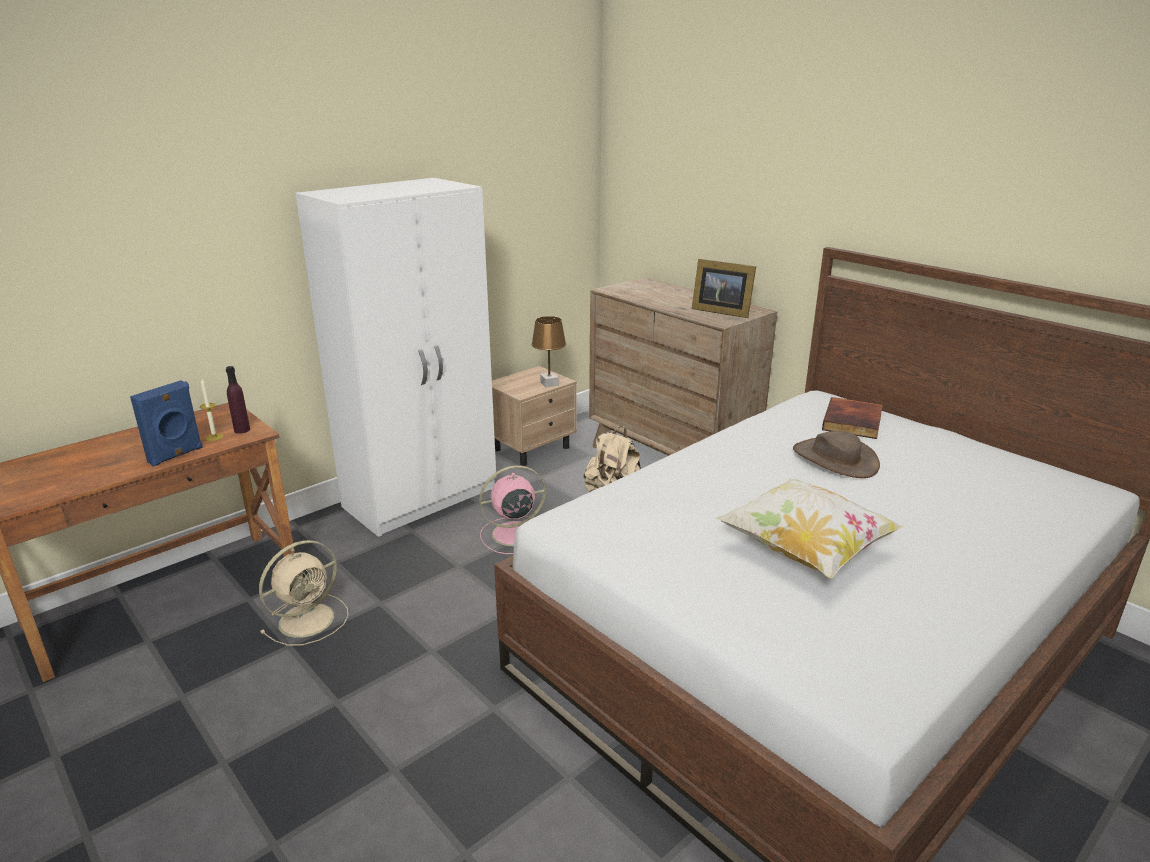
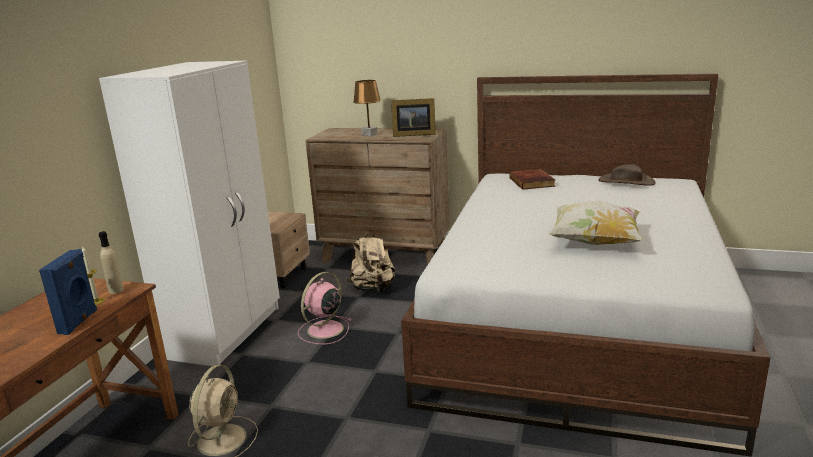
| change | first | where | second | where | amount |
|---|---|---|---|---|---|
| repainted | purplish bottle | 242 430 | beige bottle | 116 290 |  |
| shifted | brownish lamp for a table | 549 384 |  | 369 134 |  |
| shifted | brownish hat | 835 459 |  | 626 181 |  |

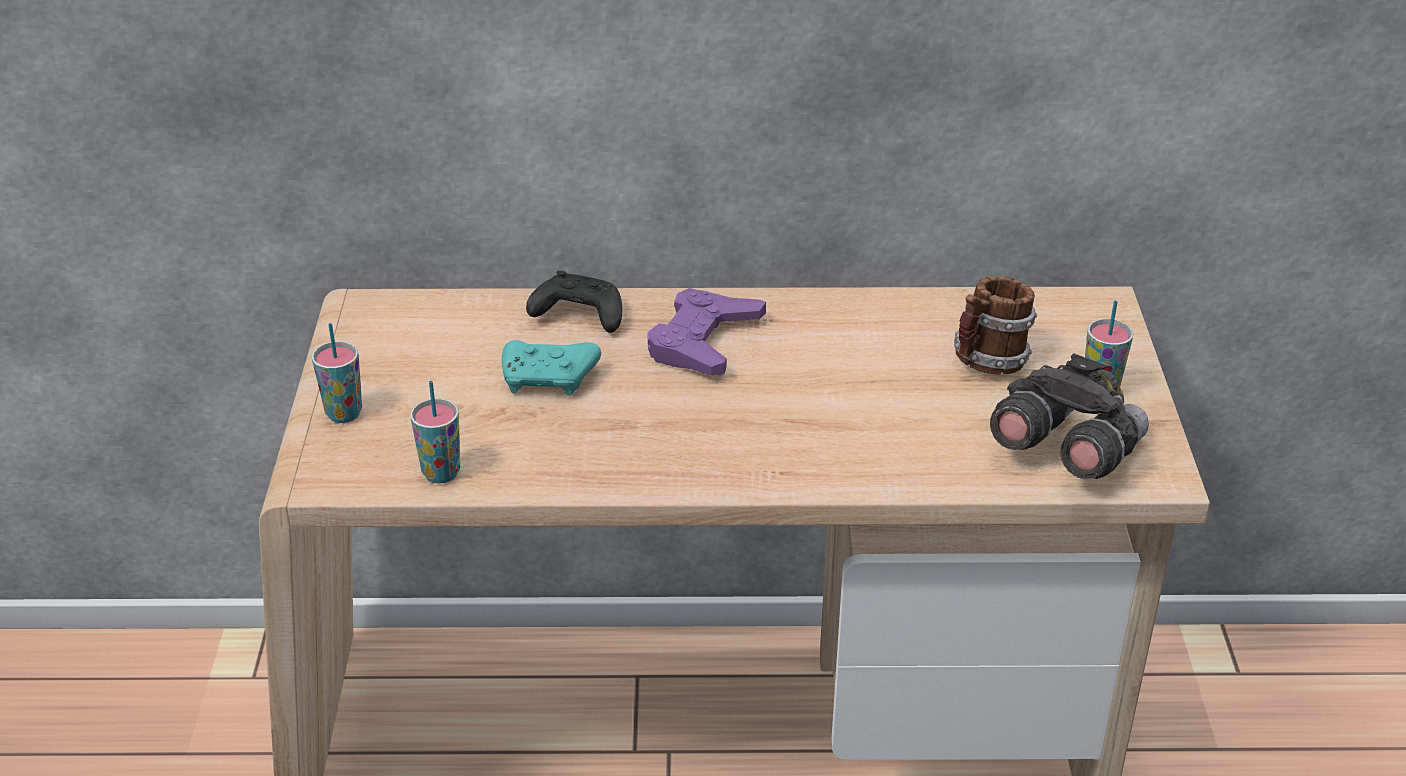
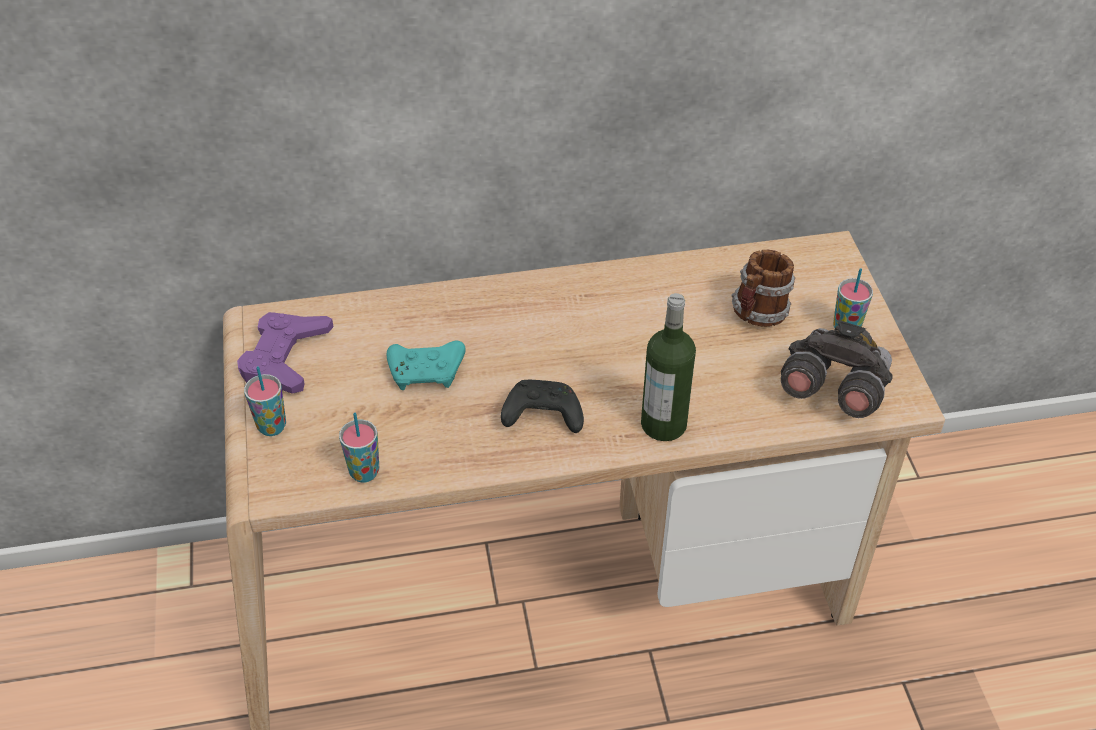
| change | first | where | second | where | amount |
|---|---|---|---|---|---|
| shifted | black-coloured game controller | 577 316 |  | 541 416 |  |
| shifted | purplish game controller | 703 341 |  | 285 358 |  |
| new |  |  | bottle | 663 424 |  |

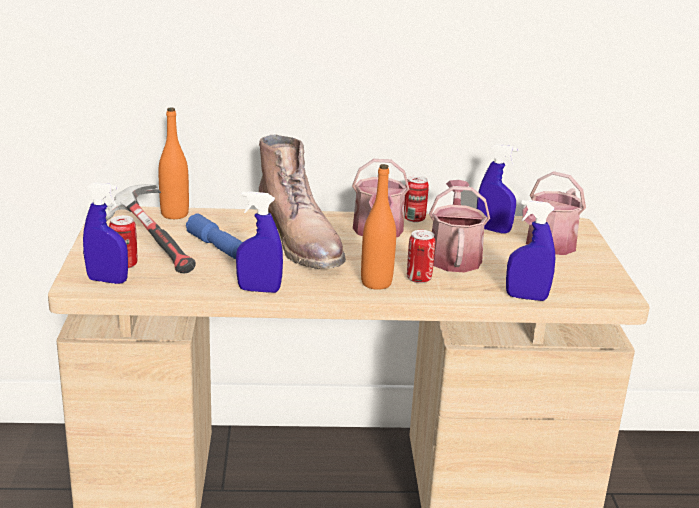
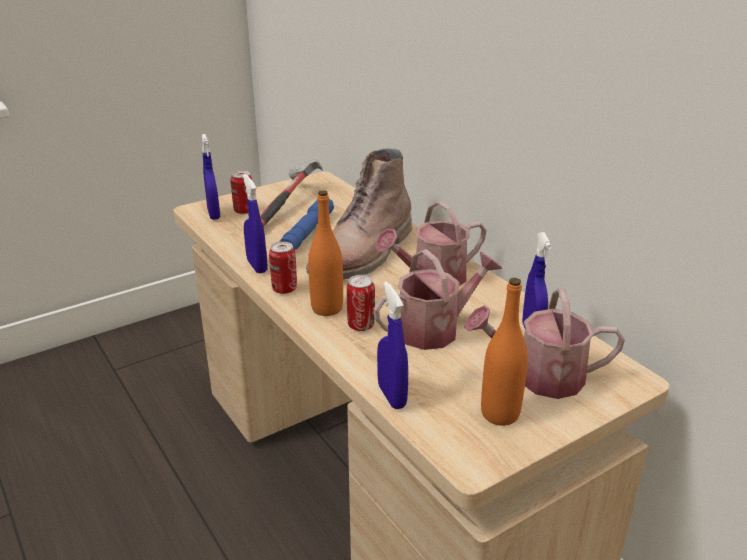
| change | first | where | second | where | amount |
|---|---|---|---|---|---|
| shifted | orangey bottle | 174 214 |  | 500 414 |  |
| shifted | metal can | 414 219 |  | 284 289 |  |

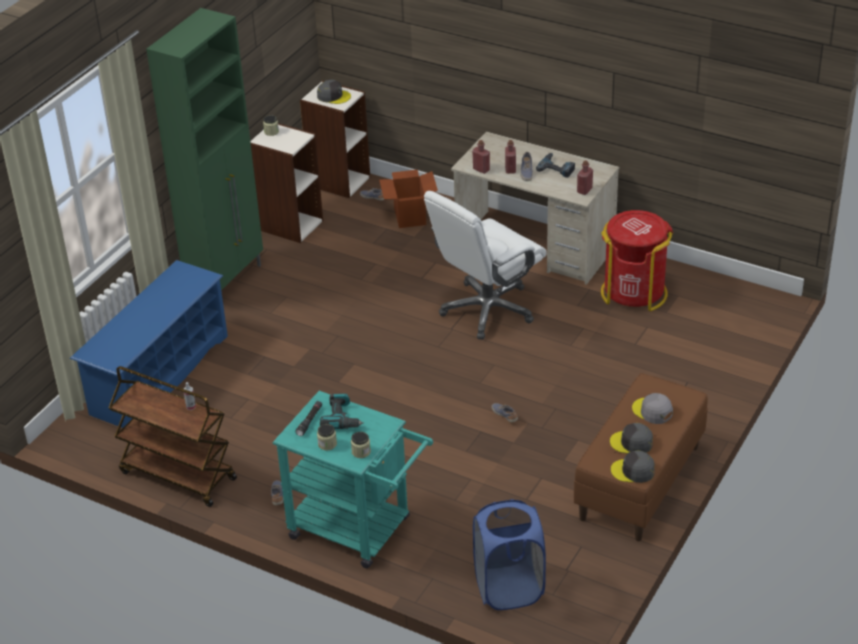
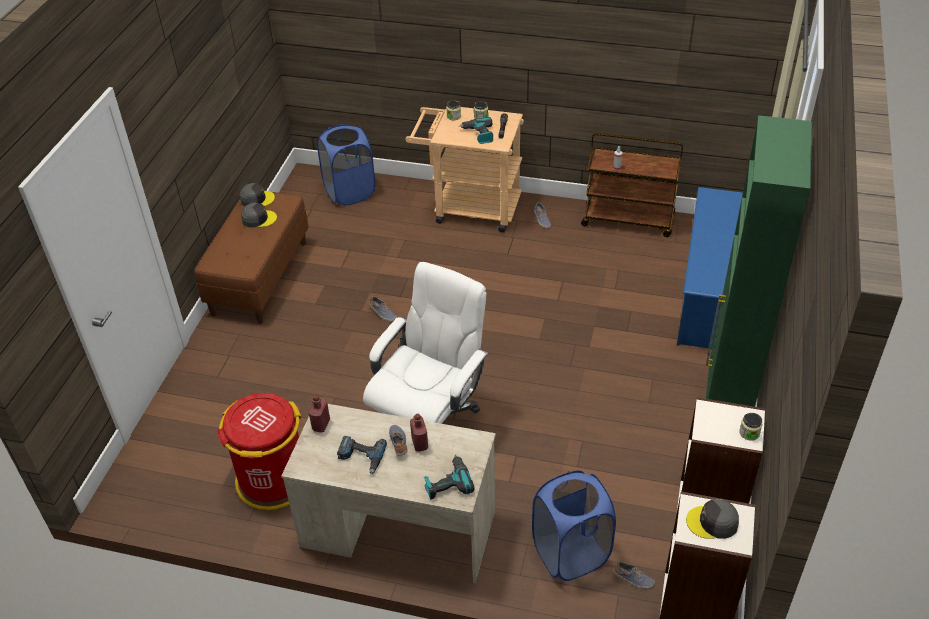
| change | first | where | second | where | amount |
|---|---|---|---|---|---|
| repainted | blue-green trolley | 359 530 | beige trolley | 469 208 |  |
| swapped | packing box | 410 216 | blue-coloured hamper | 570 553 |  |
| gone | red bottle | 481 169 |  |  |  |
| gone | grey cap | 652 411 |  |  |  |
| new |  |  | drill | 447 483 |  |

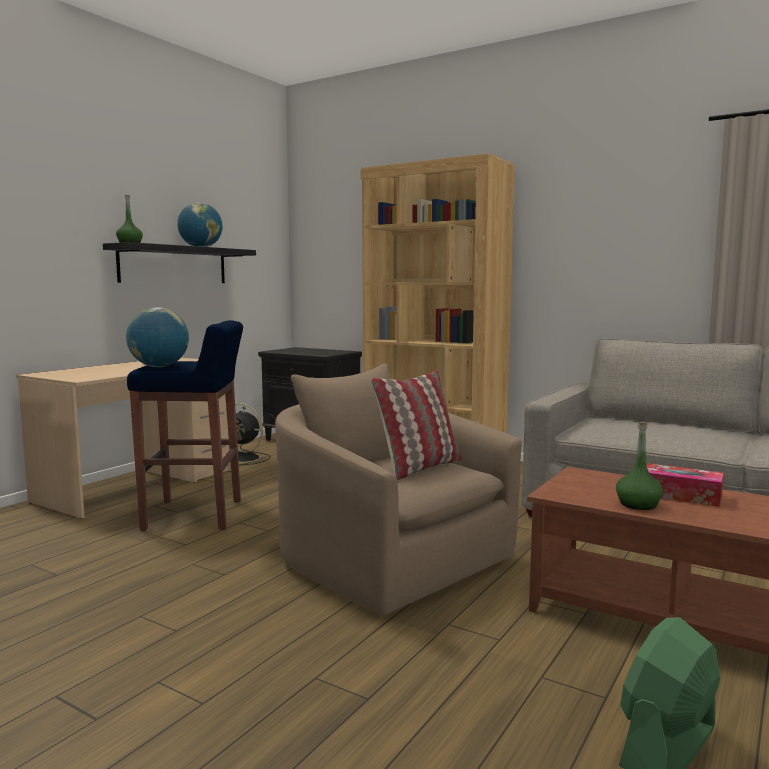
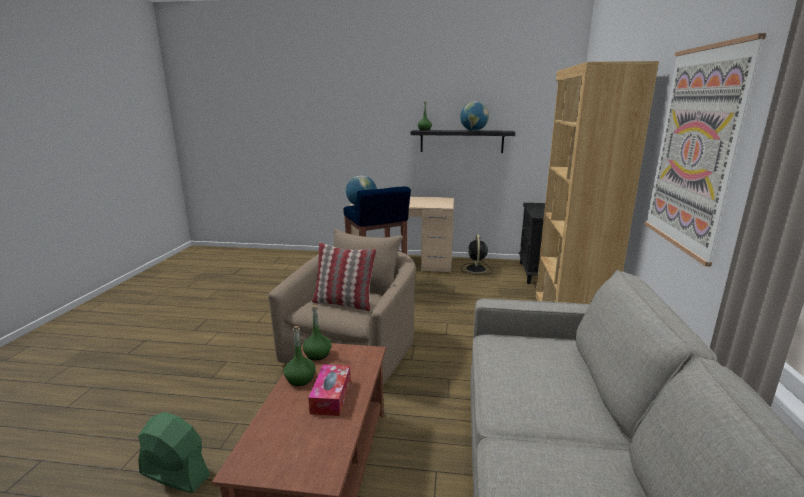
| change | first | where | second | where | amount |
|---|---|---|---|---|---|
| new |  |  | green bottle | 317 355 |  |
| new |  |  | wall picture | 694 150 |  |

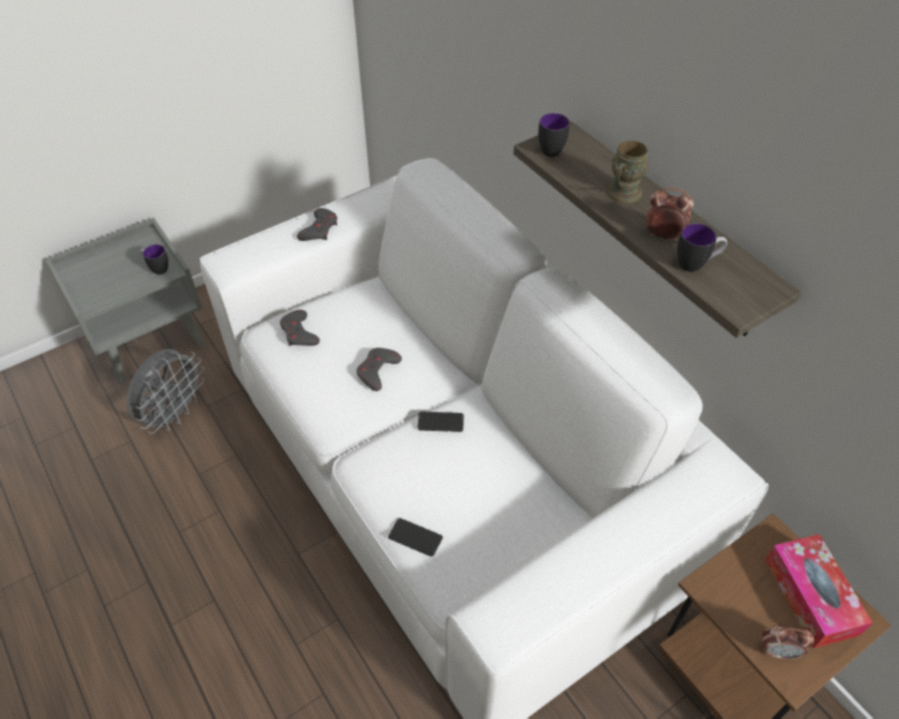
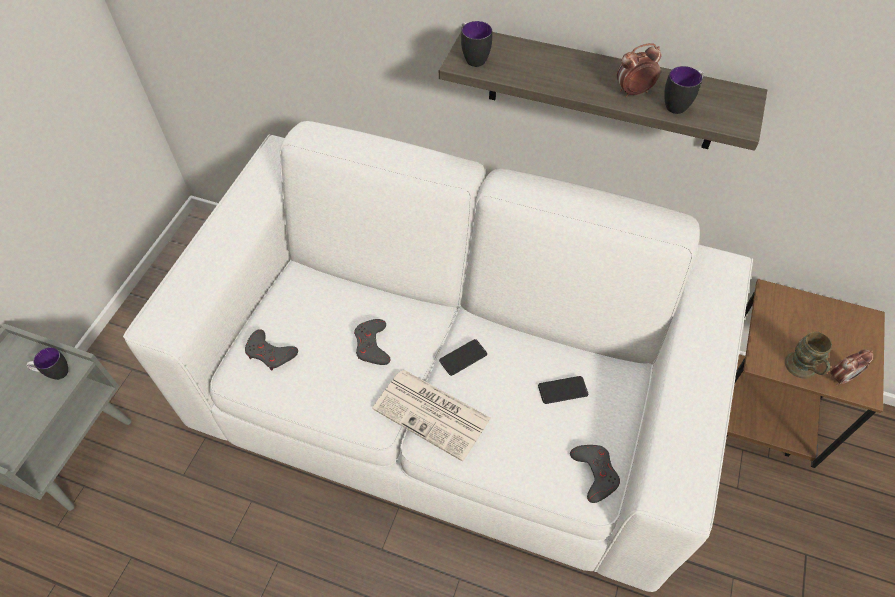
| change | first | where | second | where | amount |
|---|---|---|---|---|---|
| gone | grey fan | 175 414 |  |  |  |
| shifted | grey game controller | 319 229 |  | 594 473 |  |
| shifted | telephone | 415 537 |  | 562 390 |  |
| shifted | brownish tea mug | 621 196 |  | 802 370 |  |
| gone | box of tissues | 810 596 |  |  |  |
| new |  |  | printed paper | 433 414 |  |

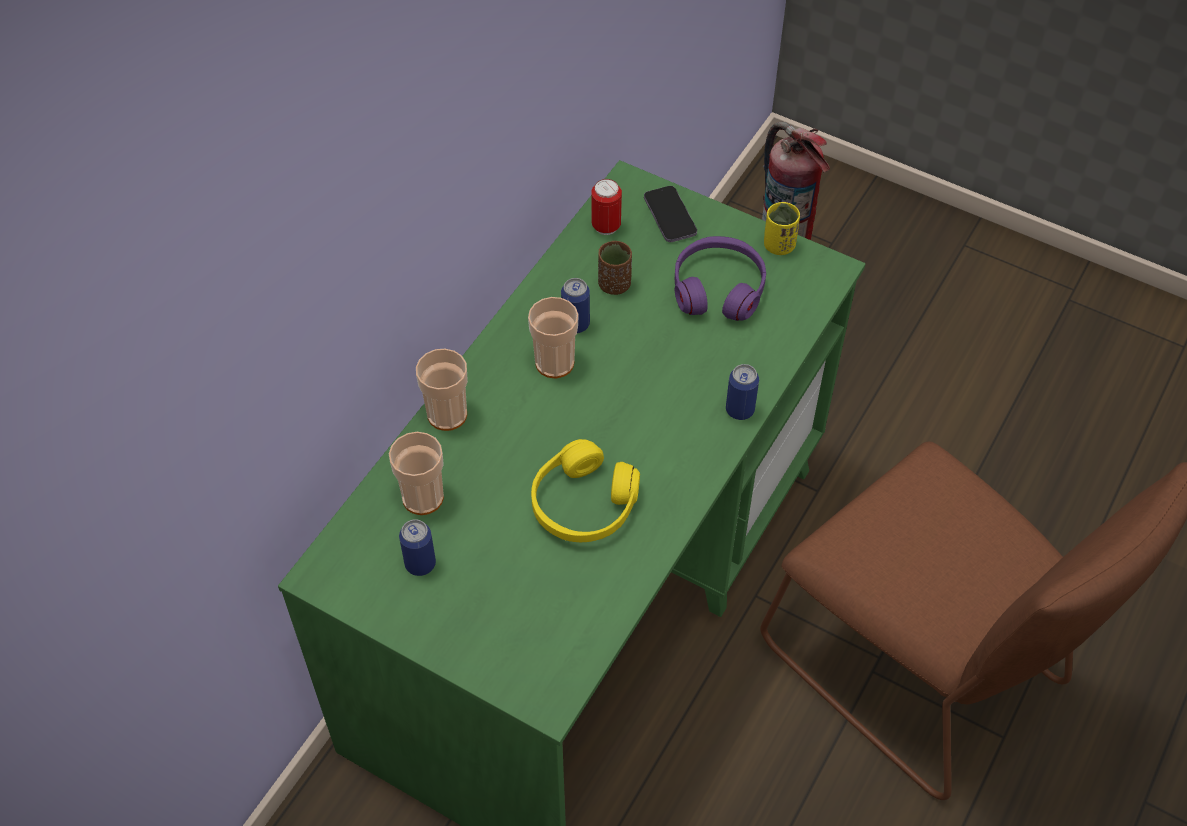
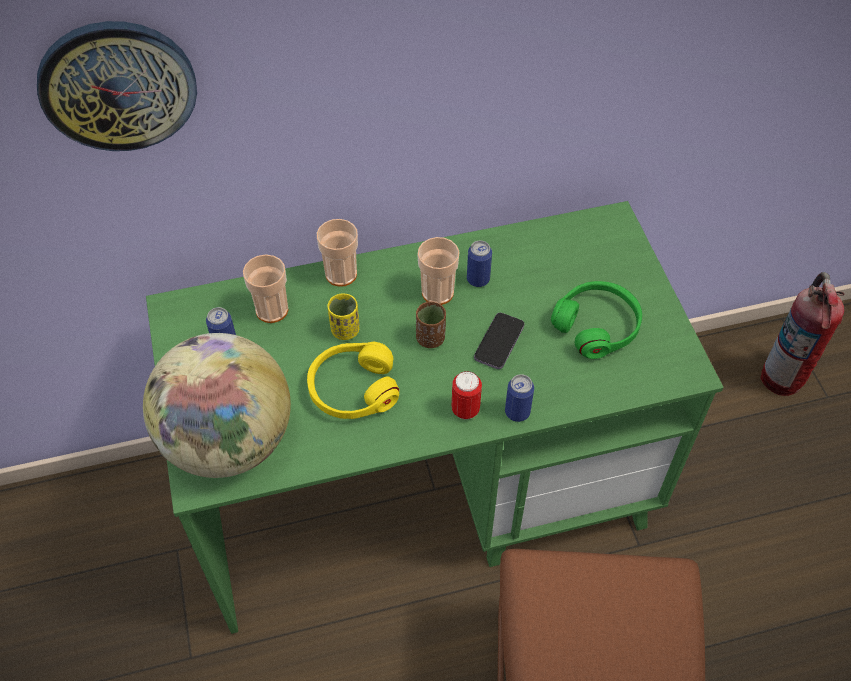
| change | first | where | second | where | amount |
|---|---|---|---|---|---|
| shifted | metal can | 606 226 |  | 465 410 |  |
| shifted | brownish small cup | 614 284 |  | 430 338 |  |
| shifted | telephone | 670 216 |  | 499 342 |  |
| repainted | purplish headset | 718 288 | green headset | 597 326 |  |
| shifted | yellowish small cup | 779 245 |  | 345 330 |  |
| new |  |  | hanging clock | 118 85 |  |
| new |  |  | desk globe | 228 441 |  |

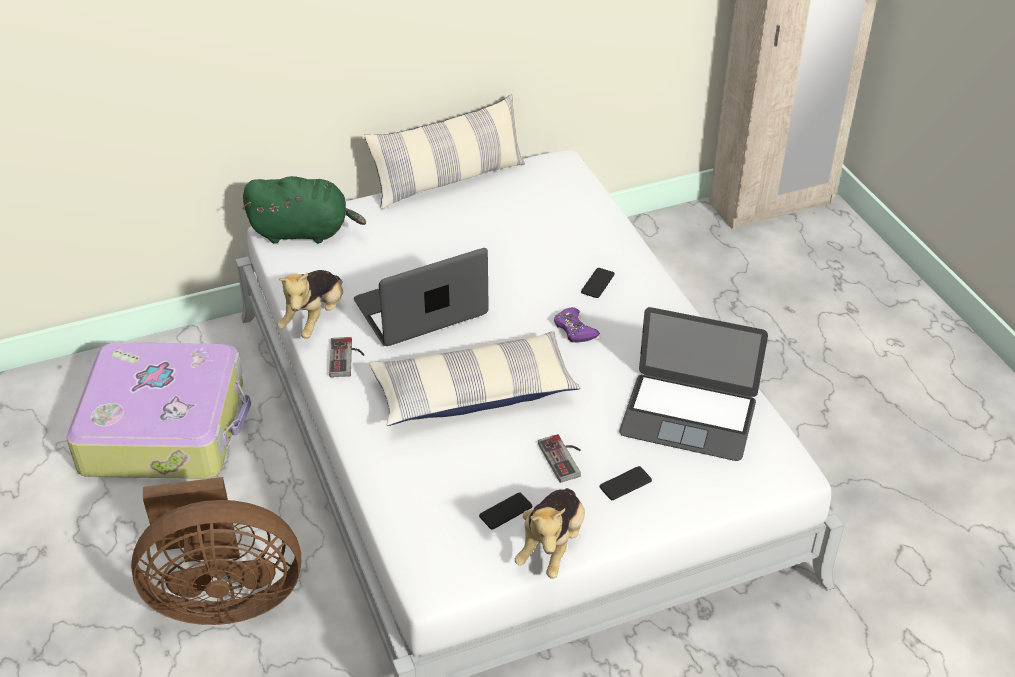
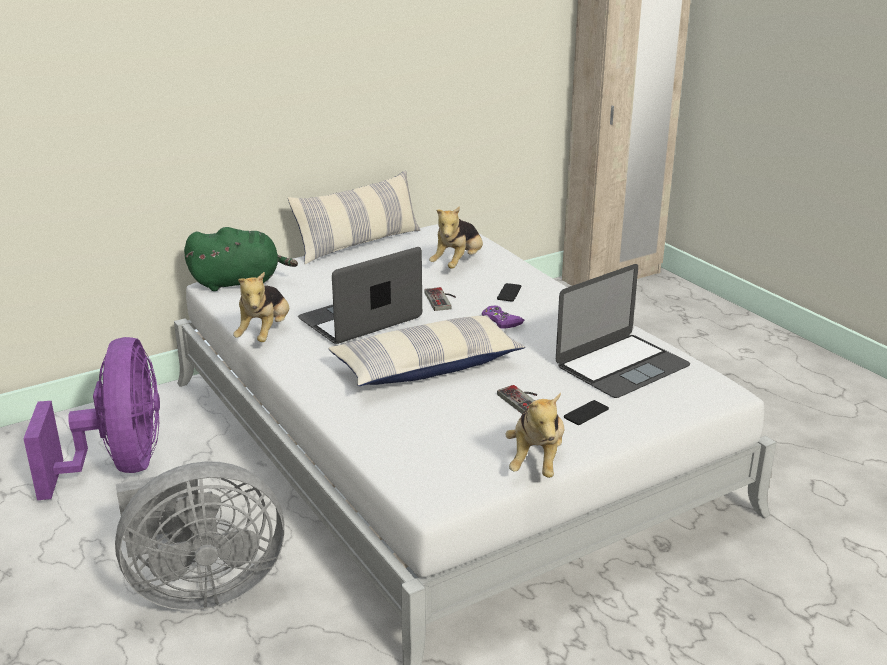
| change | first | where | second | where | amount |
|---|---|---|---|---|---|
| swapped | suitcase | 166 427 | purplish fan | 120 465 |  |
| repainted | brownish fan | 223 597 | grey fan | 201 588 |  |
| shifted | game controller | 347 358 |  | 443 300 |  |
| gone | telephone | 505 511 |  |  |  |
| rotated | laptop | 688 416 |  | 622 365 | 45 degrees counterclockwise |
| new |  |  | plush toy | 458 264 |  |

